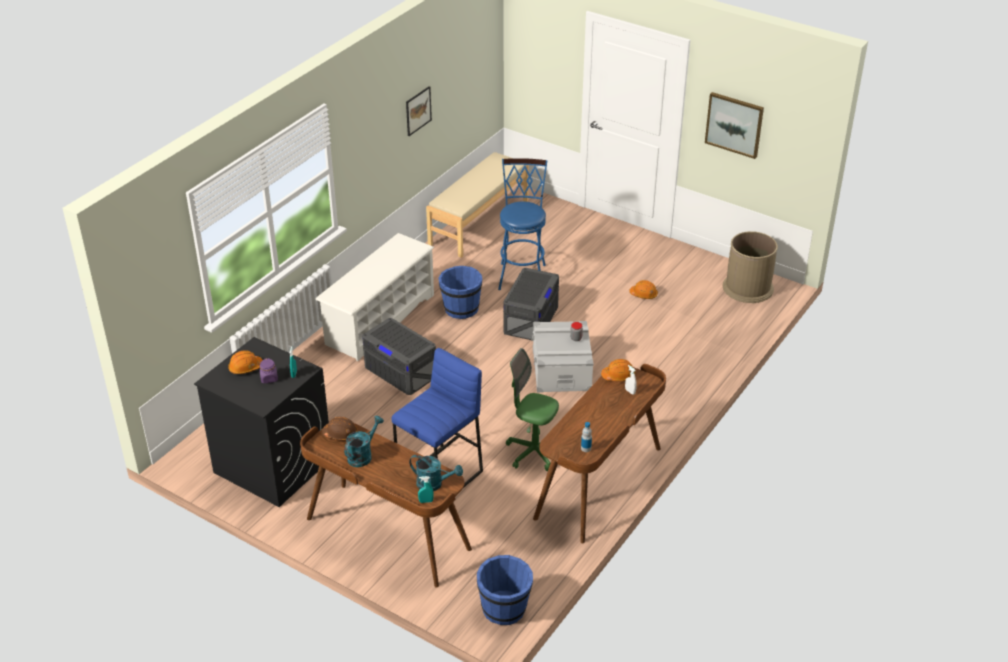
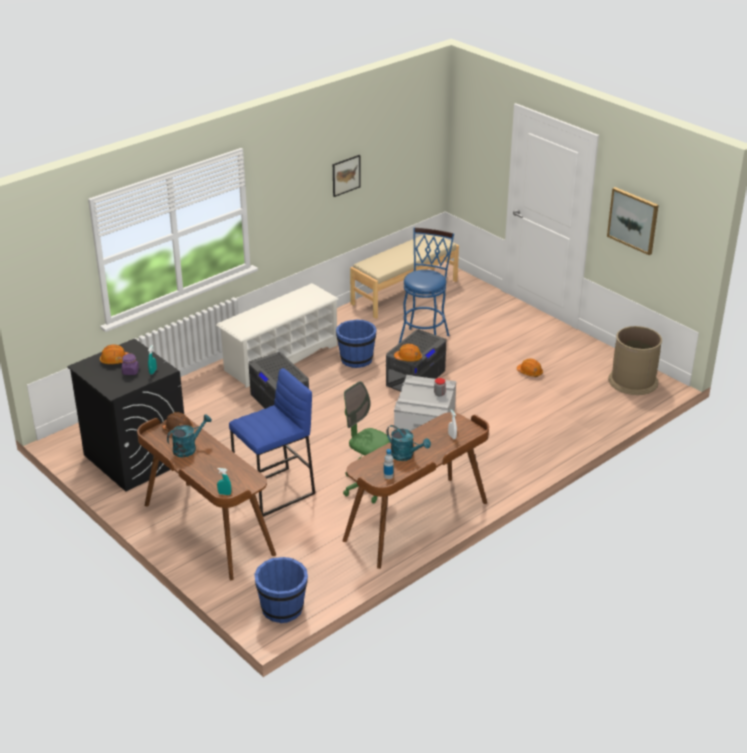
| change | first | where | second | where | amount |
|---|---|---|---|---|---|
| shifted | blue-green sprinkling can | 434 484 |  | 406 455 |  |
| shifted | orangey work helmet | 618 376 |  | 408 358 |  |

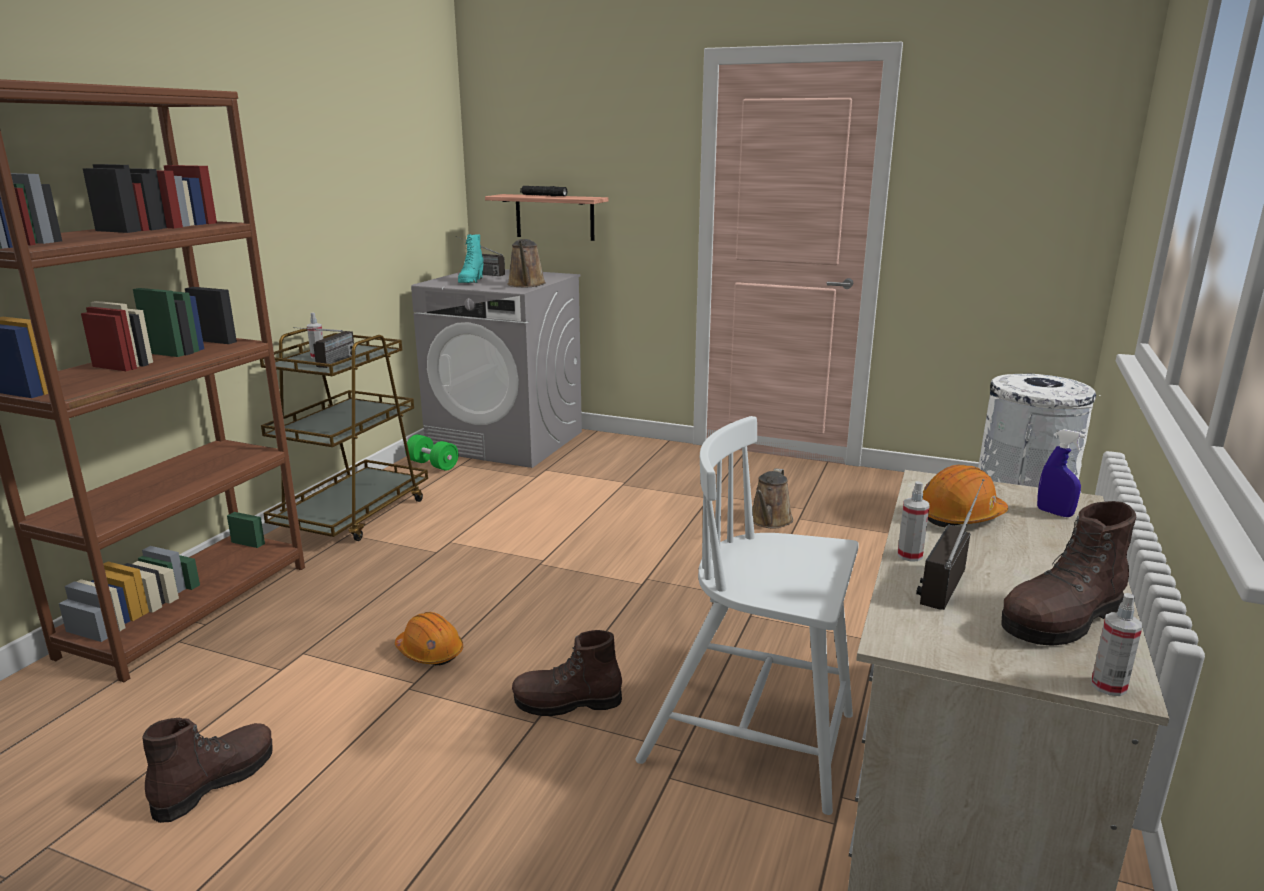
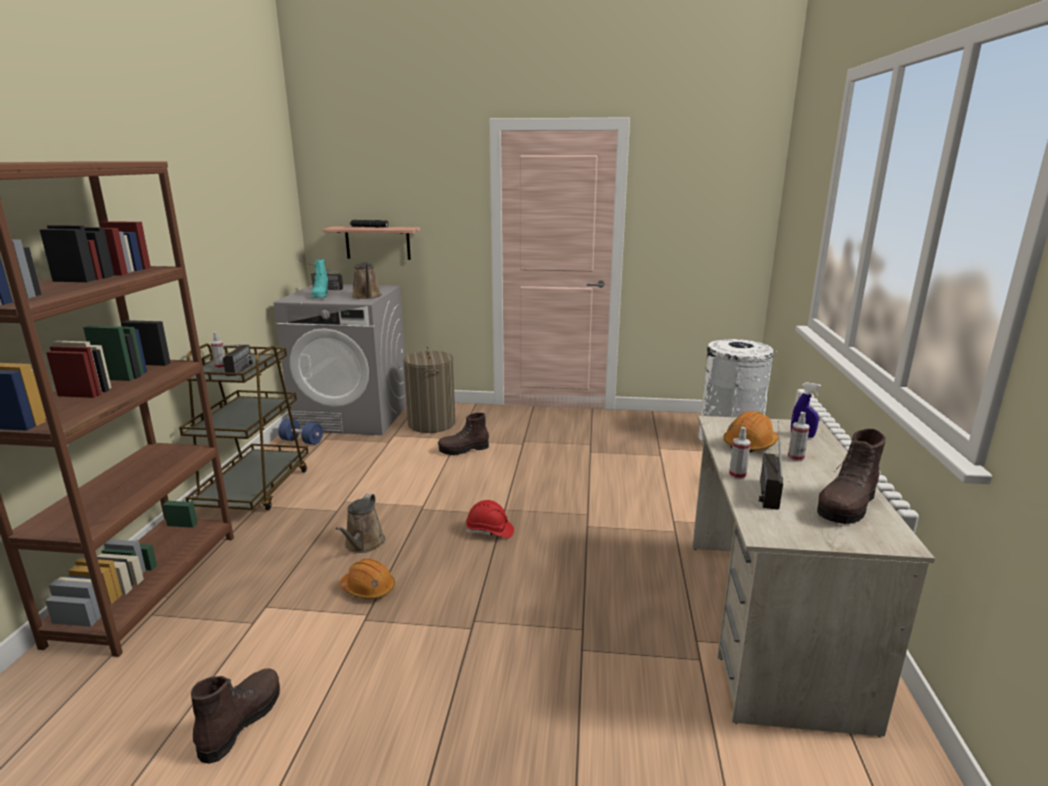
| change | first | where | second | where | amount |
|---|---|---|---|---|---|
| repainted | green hand weight | 432 464 | blue-coloured hand weight | 302 441 |  |
| shifted | brownish tall boot | 567 703 |  | 464 449 |  |
| gone | white-coloured chair | 753 740 |  |  |  |
| shifted | brownish sprinkling can | 770 521 |  | 363 544 |  |
| shifted | hand sprayer | 1108 686 |  | 795 458 |  |
| new |  |  | hamper | 431 424 |  |
| new |  |  | red work helmet | 489 531 |  |

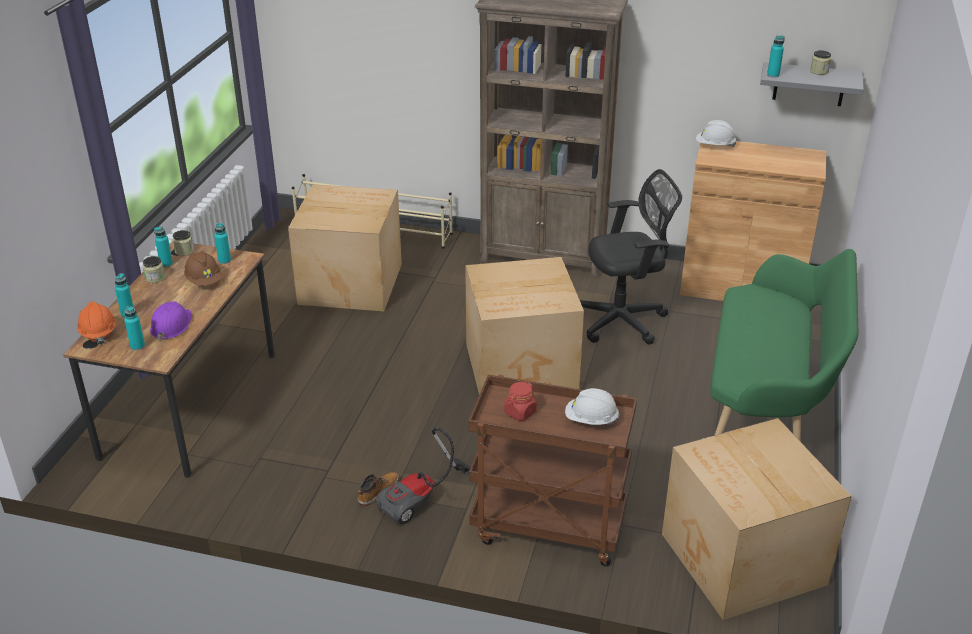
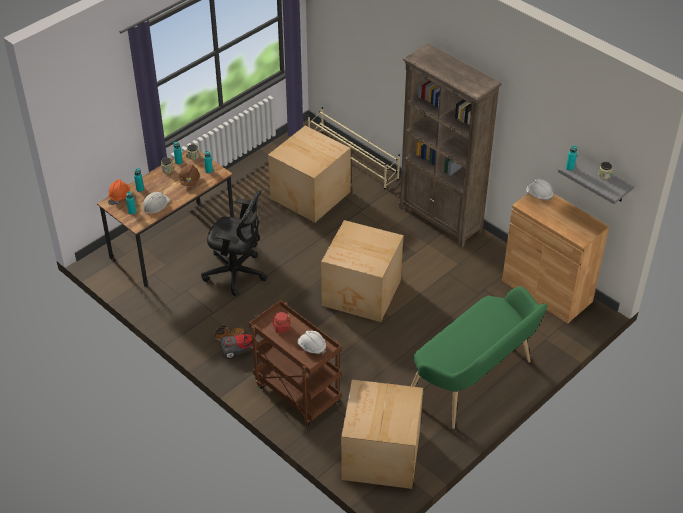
| change | first | where | second | where | amount |
|---|---|---|---|---|---|
| repainted | purplish work helmet | 171 325 | white-coloured work helmet | 155 204 |  |
| shifted | black-coloured desk chair | 622 320 |  | 237 273 |  |

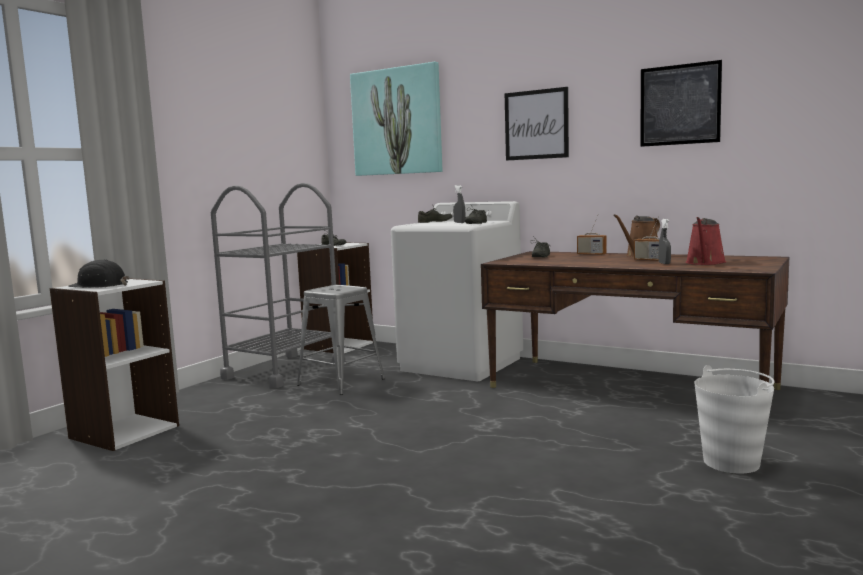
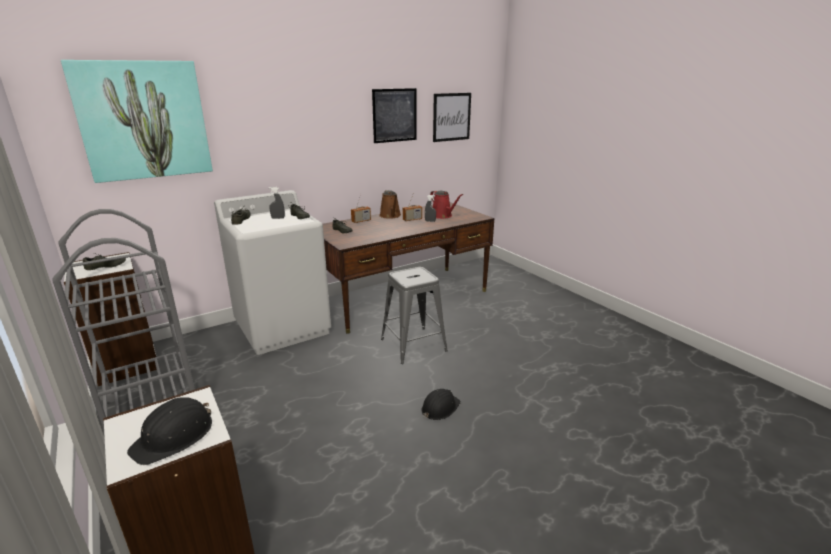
| change | first | where | second | where | amount |
|---|---|---|---|---|---|
| shifted | grey stool seat | 341 382 |  | 413 345 |  |
| shifted | wall picture | 536 124 |  | 451 117 |  |
| gone | white-coloured pail | 732 462 |  |  |  |
| new |  |  | black-coloured work helmet | 440 408 |  |

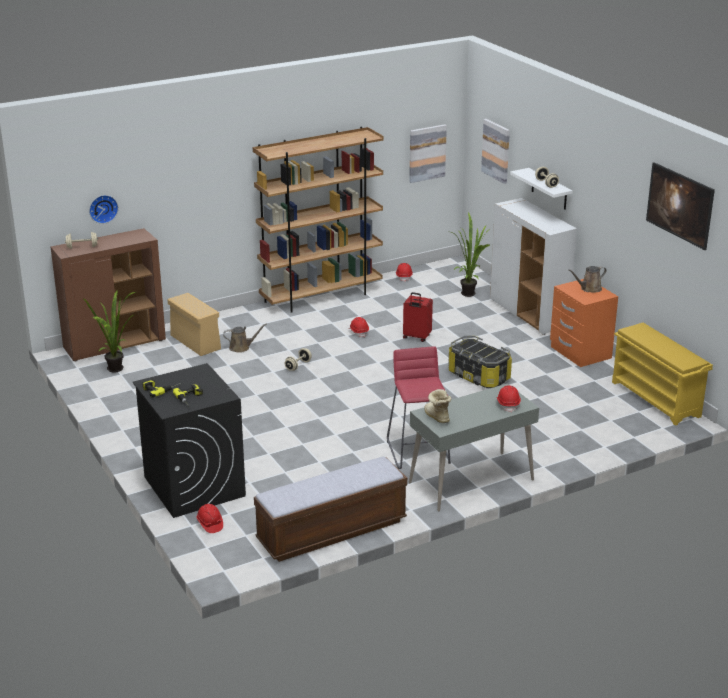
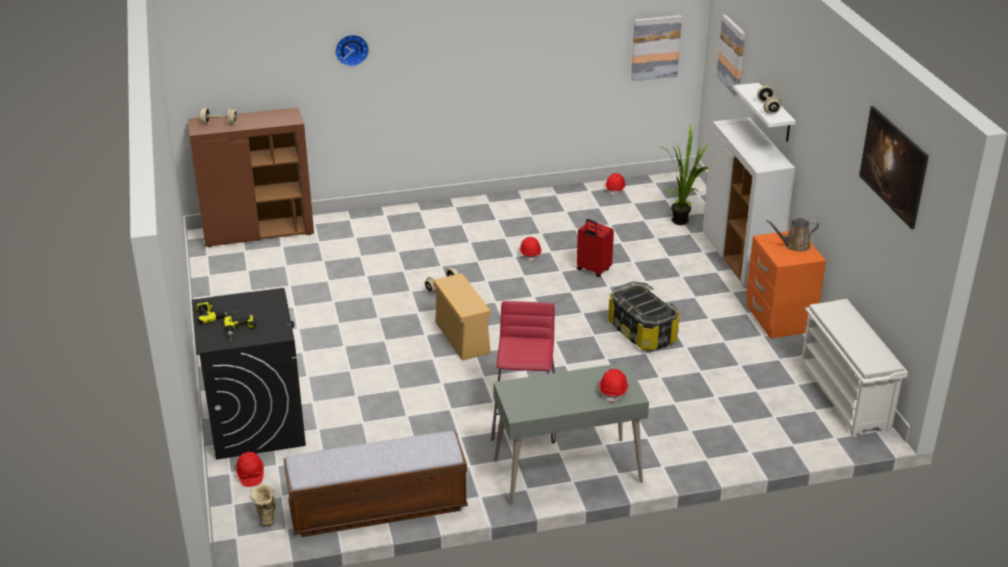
| change | first | where | second | where | amount |
|---|---|---|---|---|---|
| gone | potted plant | 118 370 |  |  |  |
| shifted | hanging clock | 103 208 |  | 351 49 |  |
| shifted | beige storage box | 194 342 |  | 461 337 |  |
| gone | brownish sprinkling can | 241 347 |  |  |  |
| gone | brownish bookshelf | 321 297 |  |  |  |
| shifted | tall boot | 436 417 |  | 265 514 |  |
| repainted | yellowish shoe stand | 656 399 | white-coloured shoe stand | 845 397 |  |

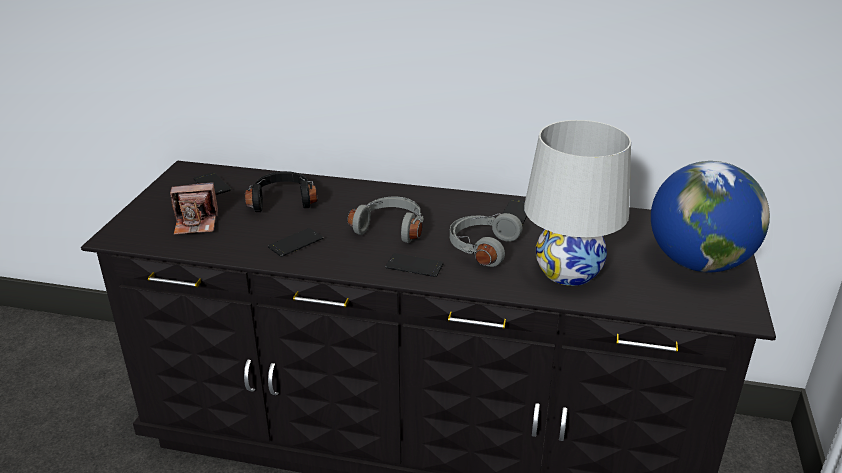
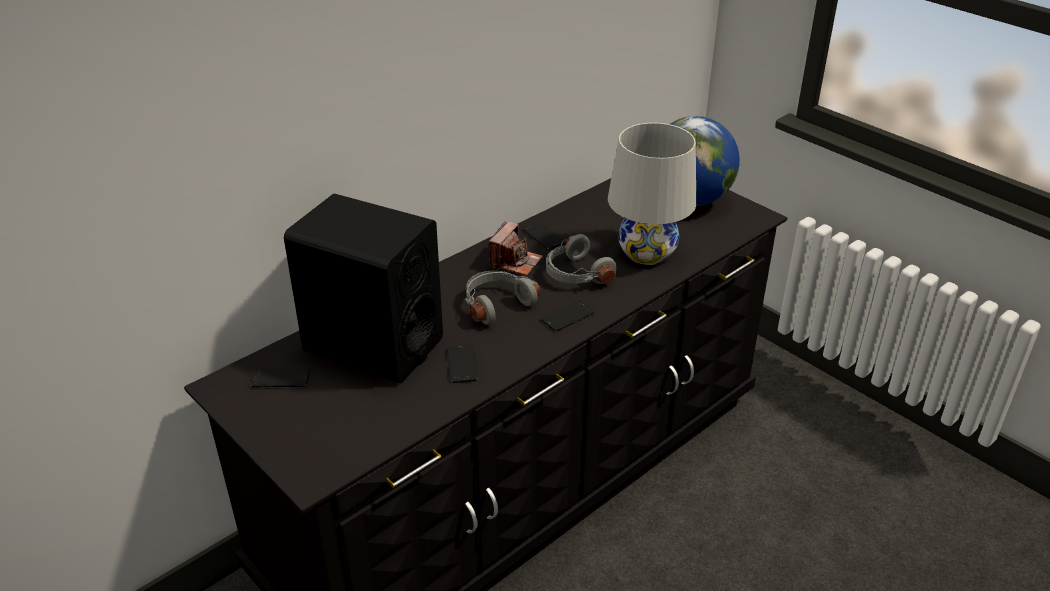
| change | first | where | second | where | amount |
|---|---|---|---|---|---|
| shifted | still camera | 196 223 |  | 515 262 |  |
| swapped | black-coloured headset | 282 200 | black-coloured speaker | 373 345 |  |

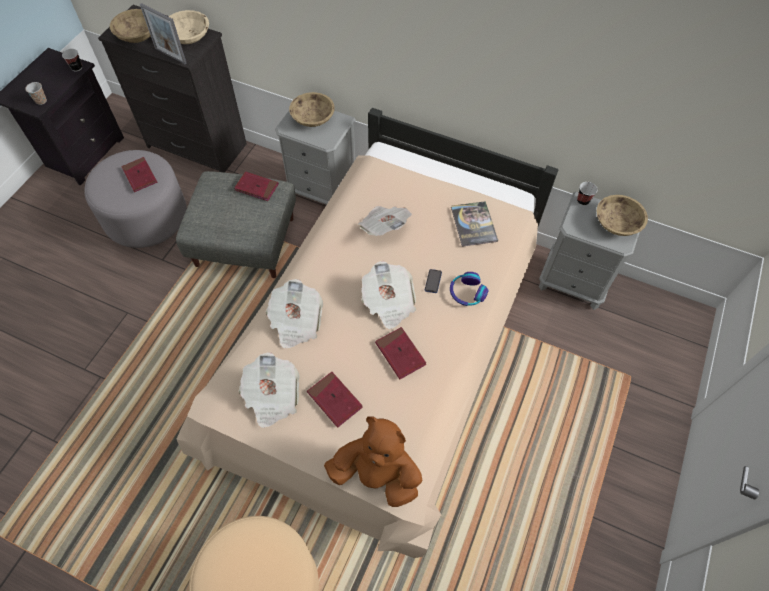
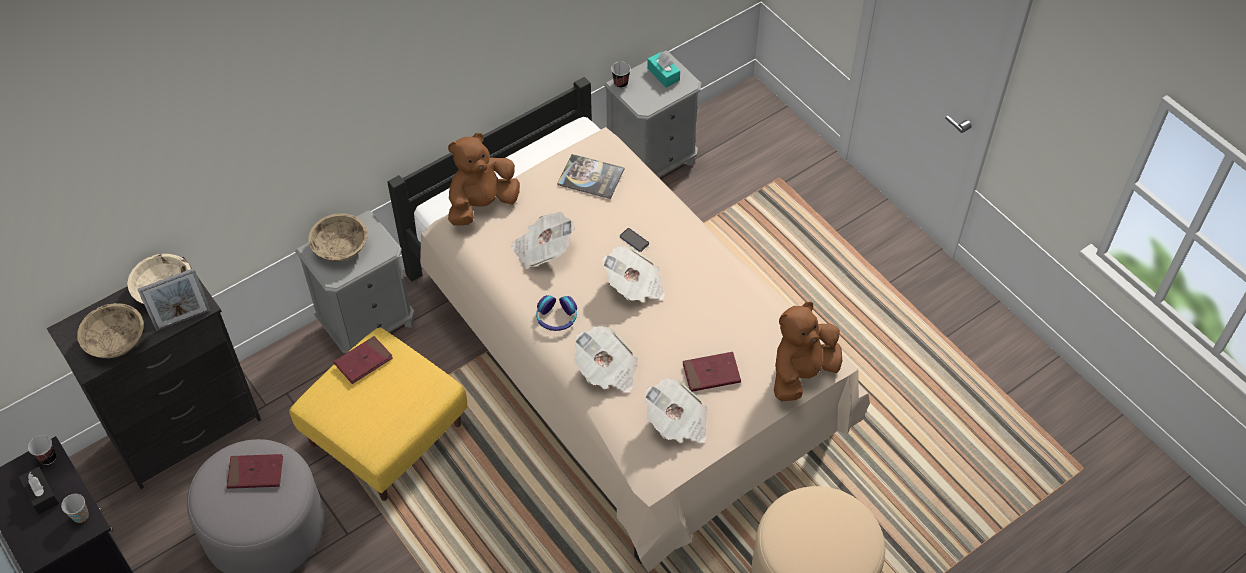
| change | first | where | second | where | amount |
|---|---|---|---|---|---|
| repainted | grey footrest | 245 242 | yellowish footrest | 386 435 |  |
| gone | red volume | 400 354 |  |  |  |
| shifted | headset | 467 293 |  | 556 317 |  |
| swapped | beige deep dish | 616 223 | blue-green box of tissues | 663 74 |  |
| new |  |  | black-coloured box of tissues | 41 494 |  |
| new |  |  | brownish plush toy | 482 204 |  |

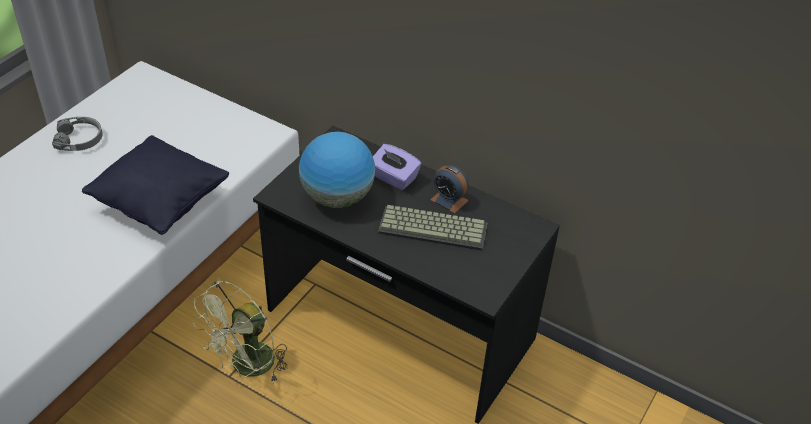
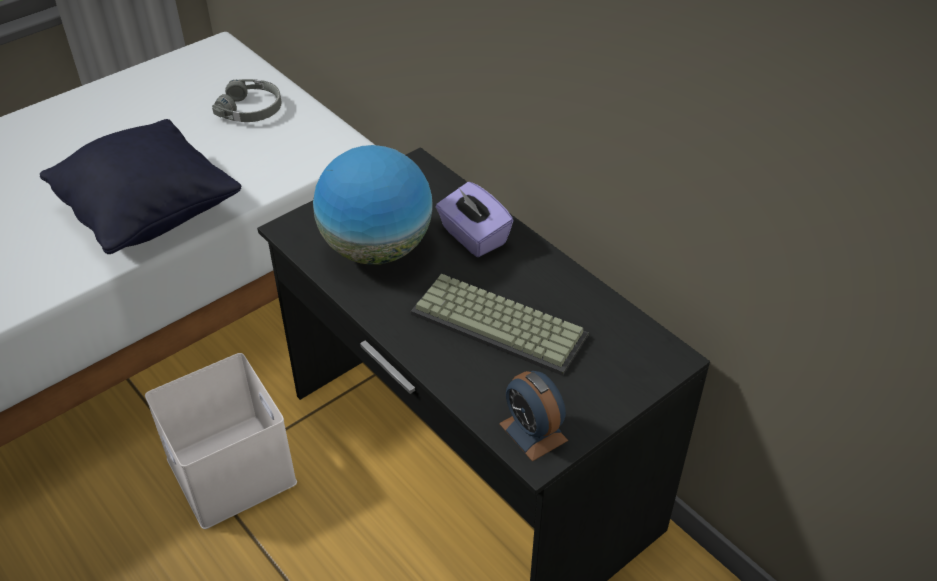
| change | first | where | second | where | amount |
|---|---|---|---|---|---|
| shifted | grey headset | 80 139 |  | 251 109 |  |
| swapped | green fan | 247 367 | white-coloured storage box | 234 471 |  |
| shifted | alarm clock | 449 200 |  | 533 432 |  |

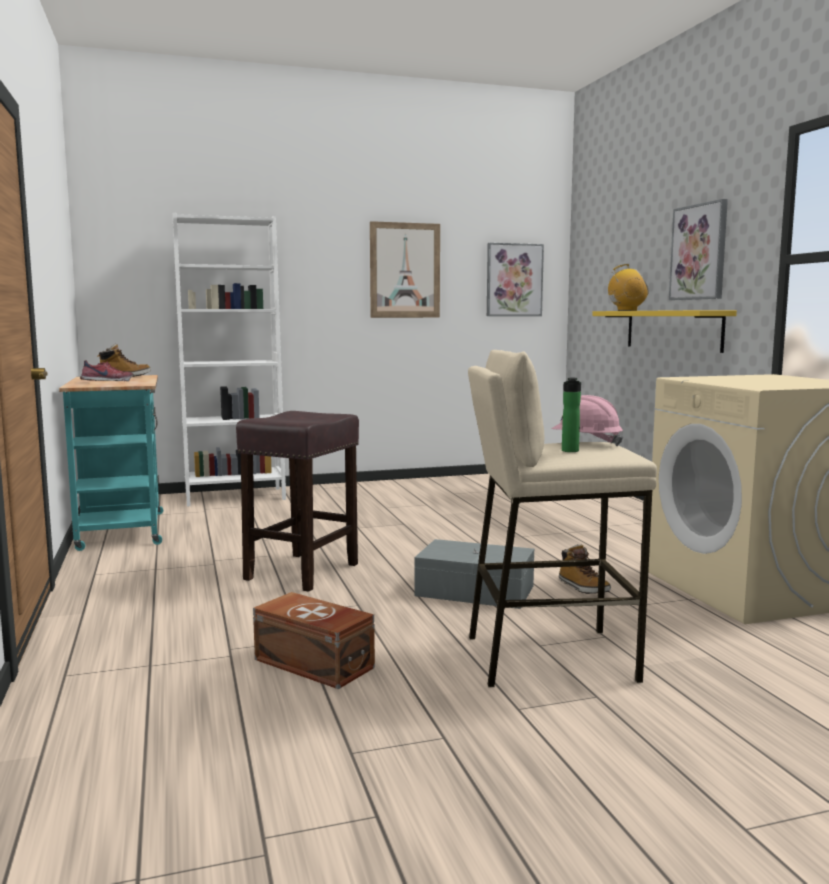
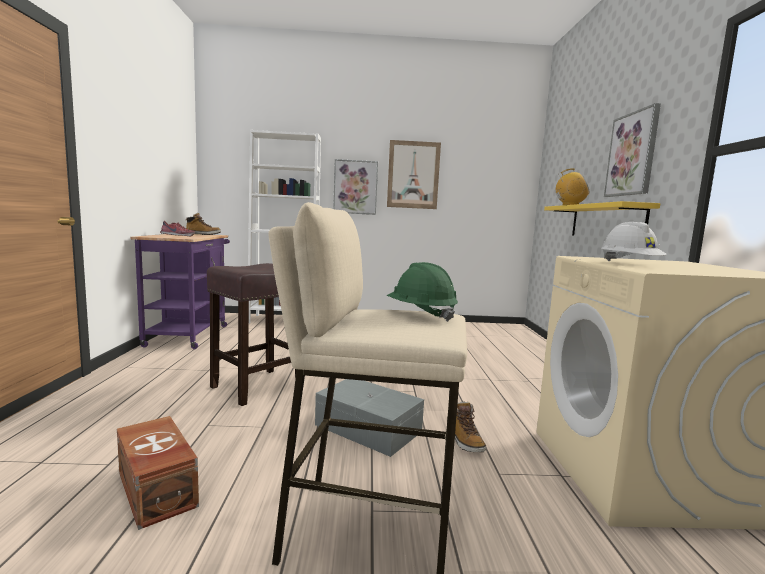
| change | first | where | second | where | amount |
|---|---|---|---|---|---|
| repainted | blue-green trolley | 121 528 | purplish trolley | 189 334 |  |
| shifted | wall picture | 514 280 |  | 355 187 |  |
| repainted | pink-coloured work helmet | 586 443 | green work helmet | 421 314 |  |
| gone | bottle | 570 451 |  |  |  |
| new |  |  | white-coloured work helmet | 629 264 |  |

